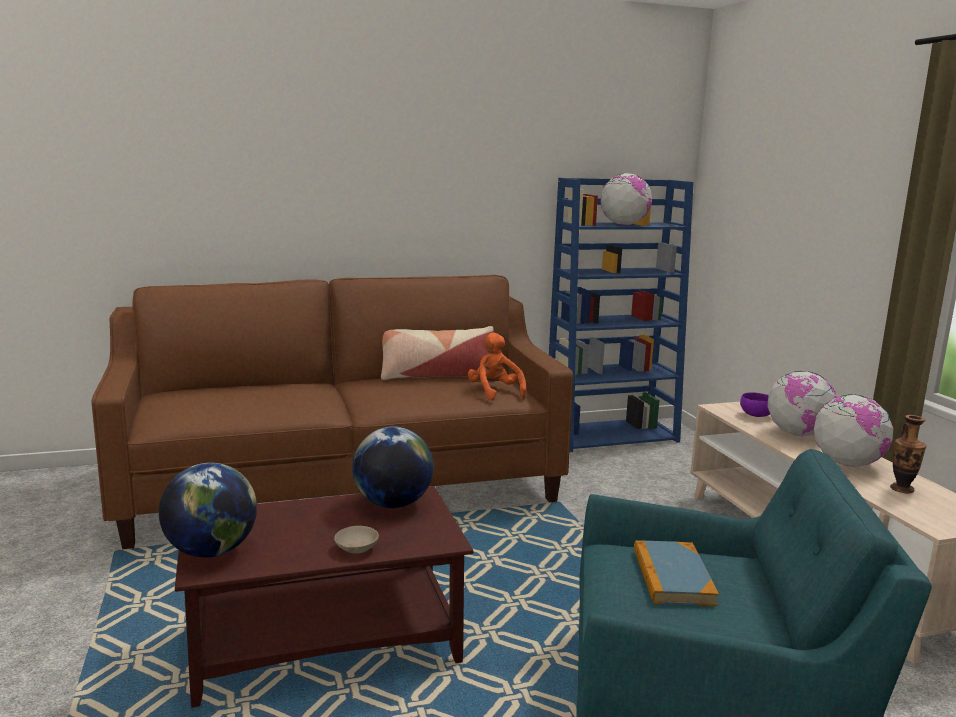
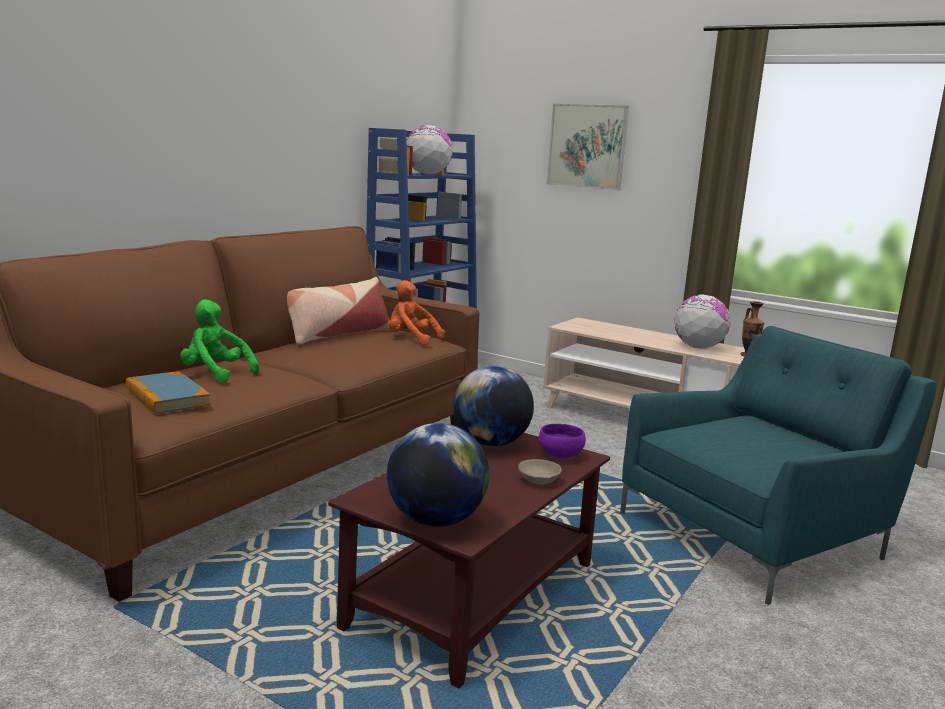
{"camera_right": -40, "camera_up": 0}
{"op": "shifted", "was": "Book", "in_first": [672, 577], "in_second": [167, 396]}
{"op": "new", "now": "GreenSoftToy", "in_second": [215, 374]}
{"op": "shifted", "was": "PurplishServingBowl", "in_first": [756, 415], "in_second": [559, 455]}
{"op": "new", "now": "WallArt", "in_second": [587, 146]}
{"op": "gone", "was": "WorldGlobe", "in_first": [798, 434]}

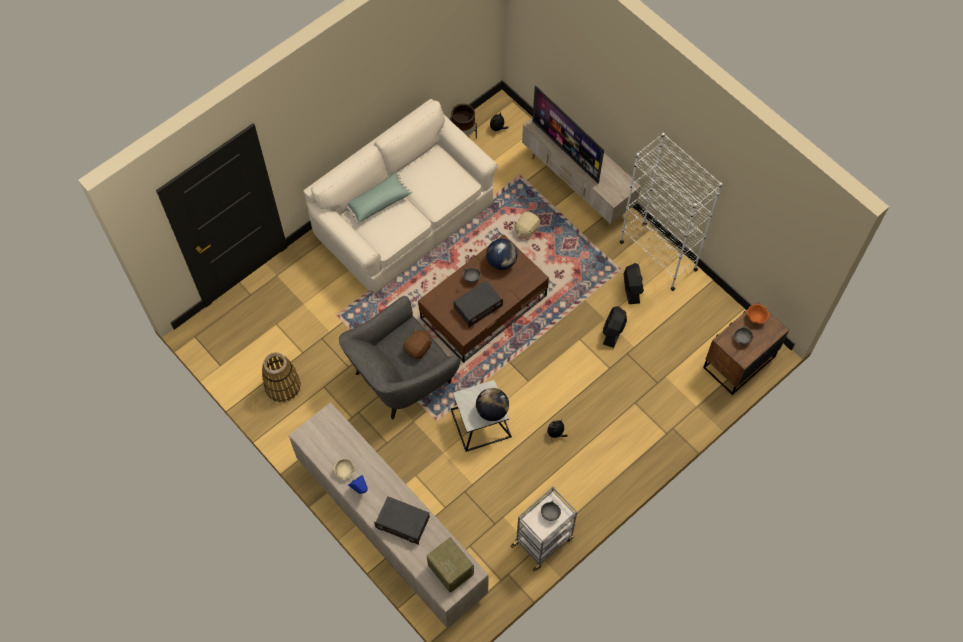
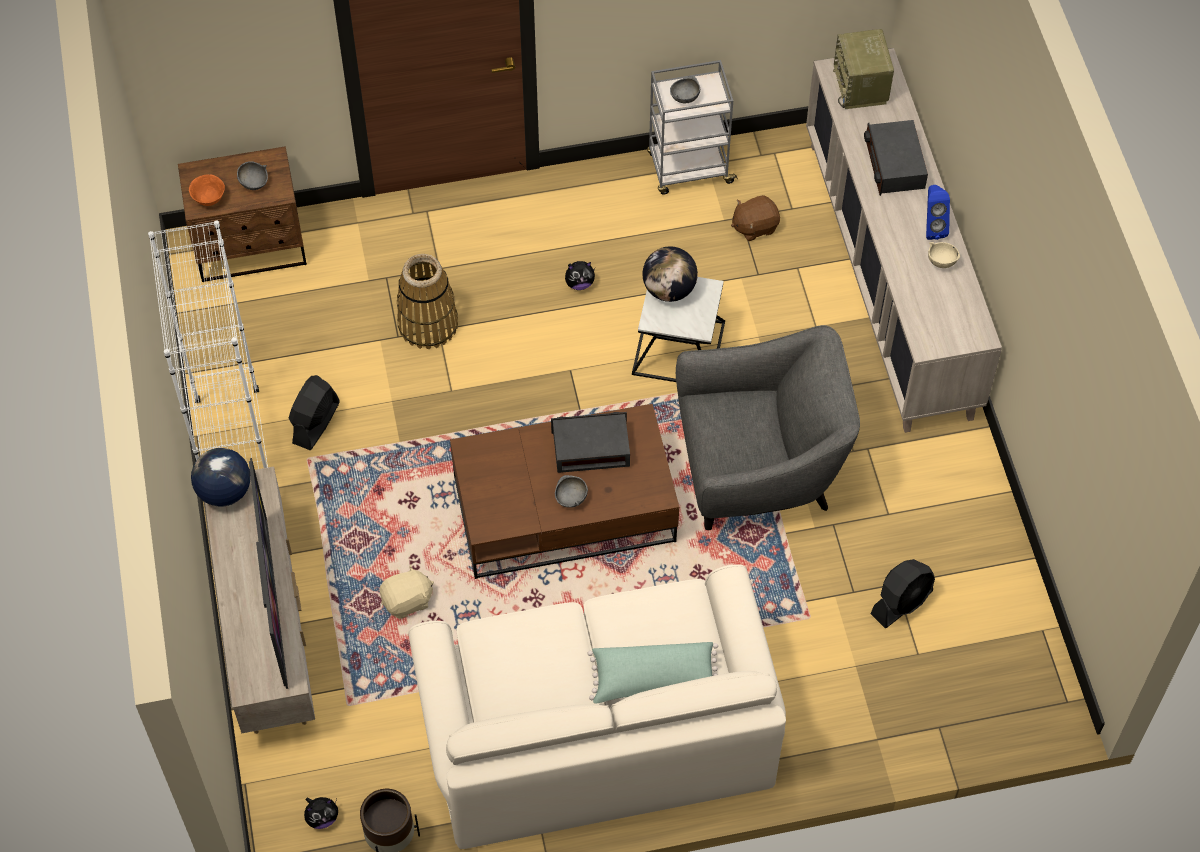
{"camera_right": -150, "camera_up": -5}
{"op": "shifted", "was": "WorldGlobe", "in_first": [501, 261], "in_second": [224, 491]}
{"op": "shifted", "was": "Basket", "in_first": [282, 385], "in_second": [428, 324]}
{"op": "shifted", "was": "BrownishSoftToy", "in_first": [418, 348], "in_second": [754, 226]}
{"op": "rotated", "was": "RadioSet", "in_first": [402, 523], "in_second": [894, 164], "clockwise": -150}
{"op": "shifted", "was": "BlackishFan", "in_first": [613, 331], "in_second": [902, 602]}

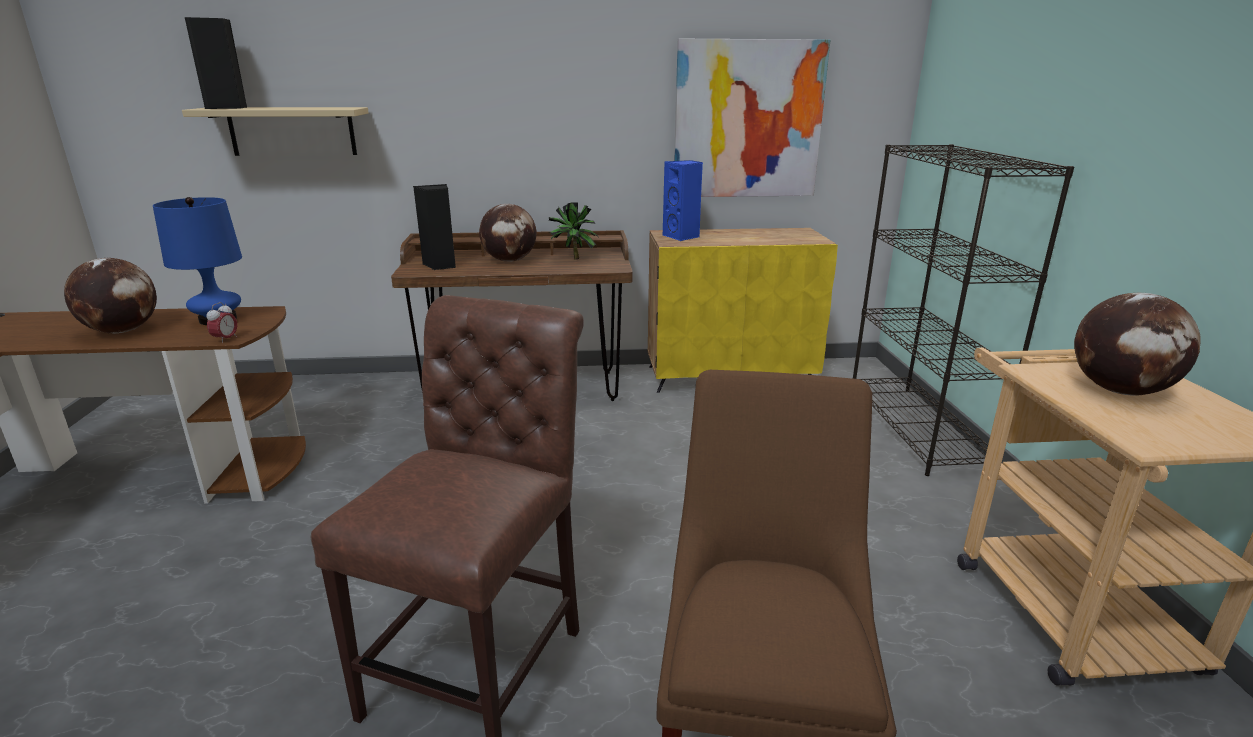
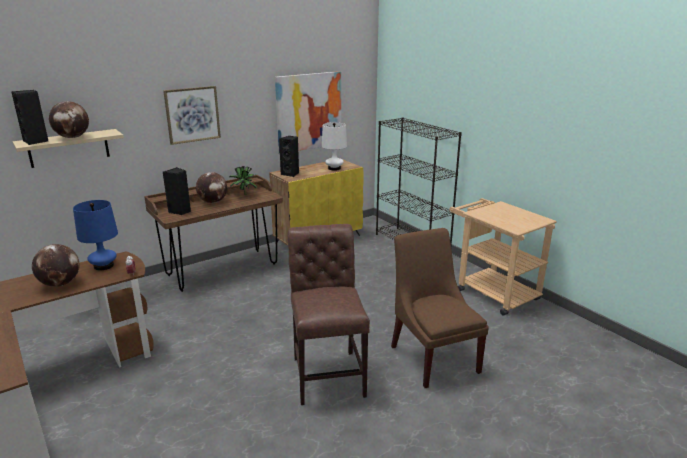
{"camera_right": -30, "camera_up": 0}
{"op": "shifted", "was": "WorldGlobe", "in_first": [1120, 391], "in_second": [73, 137]}
{"op": "new", "now": "WallArt", "in_second": [192, 114]}
{"op": "repainted", "was": "BluishLoudspeaker", "now": "BlackishLoudspeaker", "in_first": [682, 237], "in_second": [291, 174]}
{"op": "new", "now": "WhiteTabletopLamp", "in_second": [334, 168]}

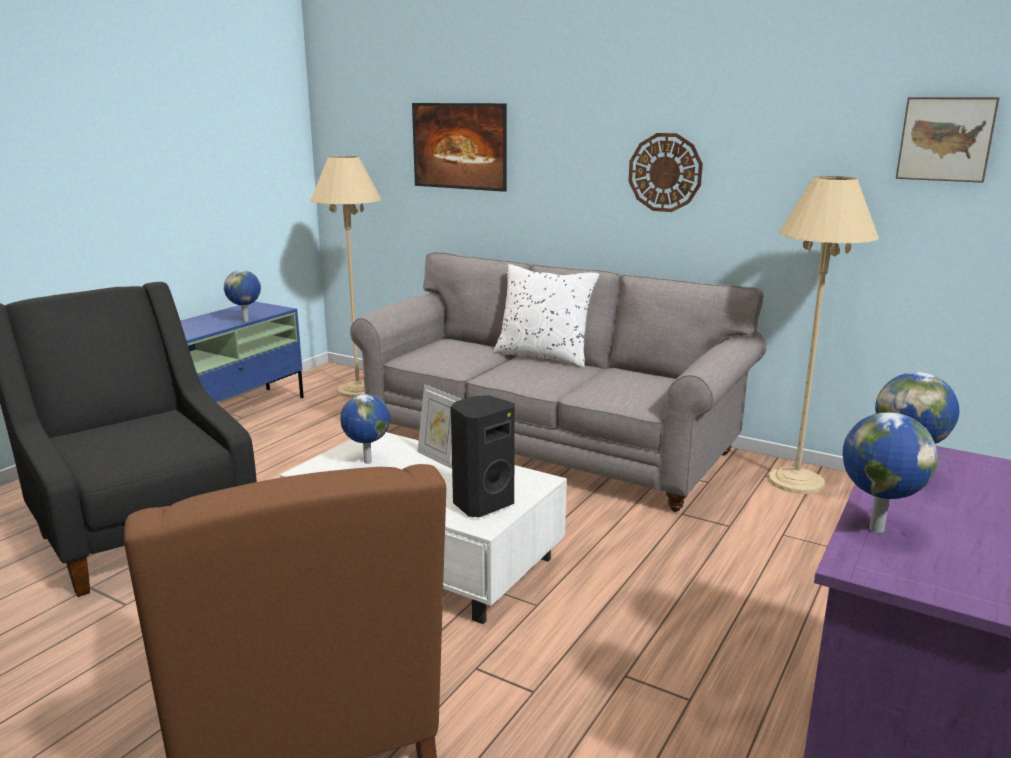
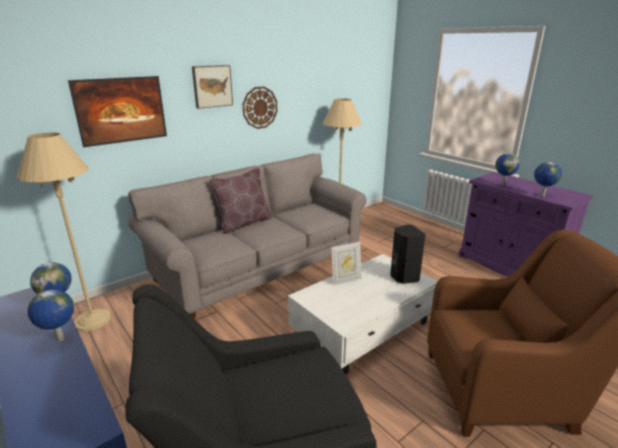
{"camera_right": -70, "camera_up": 5}
{"op": "shifted", "was": "WorldGlobe", "in_first": [366, 462], "in_second": [60, 340]}
{"op": "shifted", "was": "WallArt", "in_first": [946, 139], "in_second": [212, 86]}
{"op": "repainted", "was": "WhiteCushion", "now": "BrownishCushion", "in_first": [544, 356], "in_second": [243, 223]}

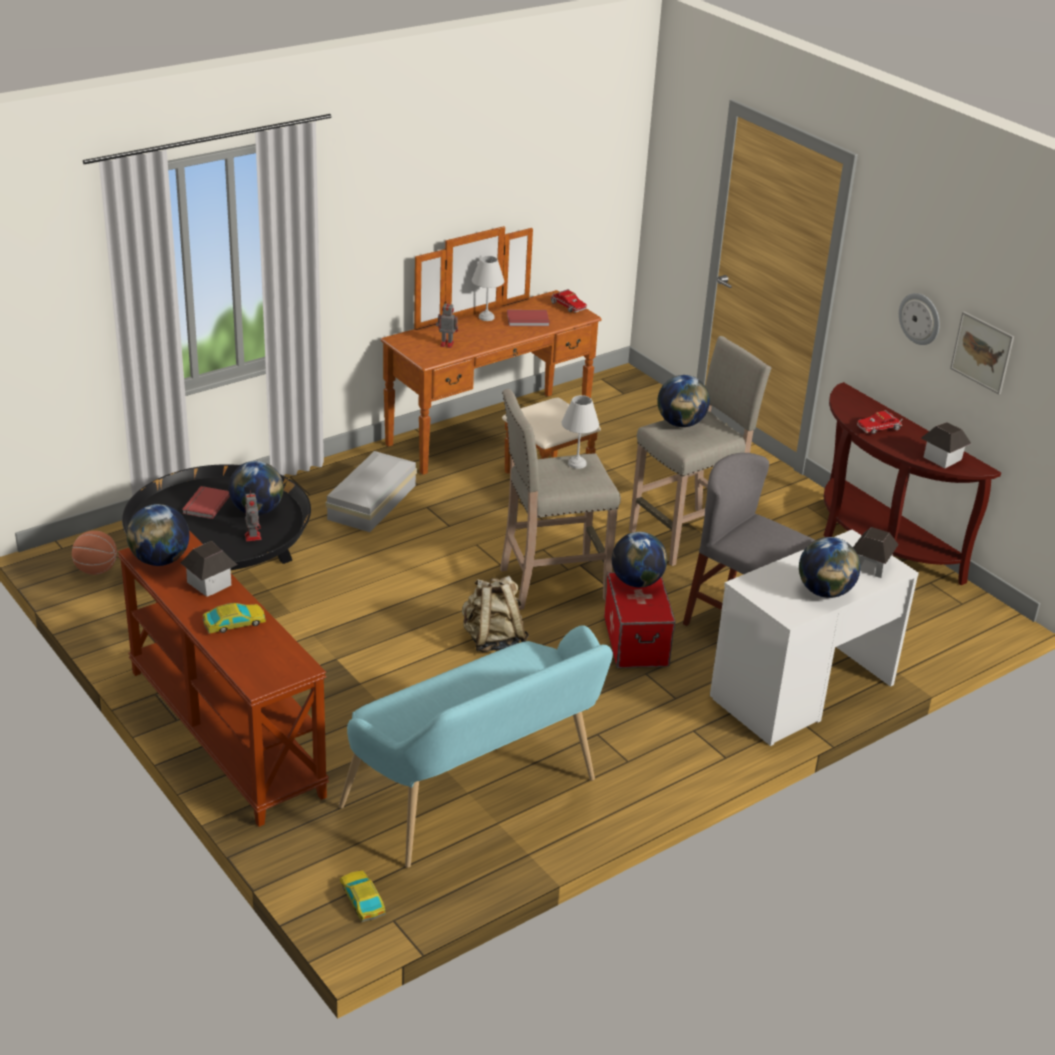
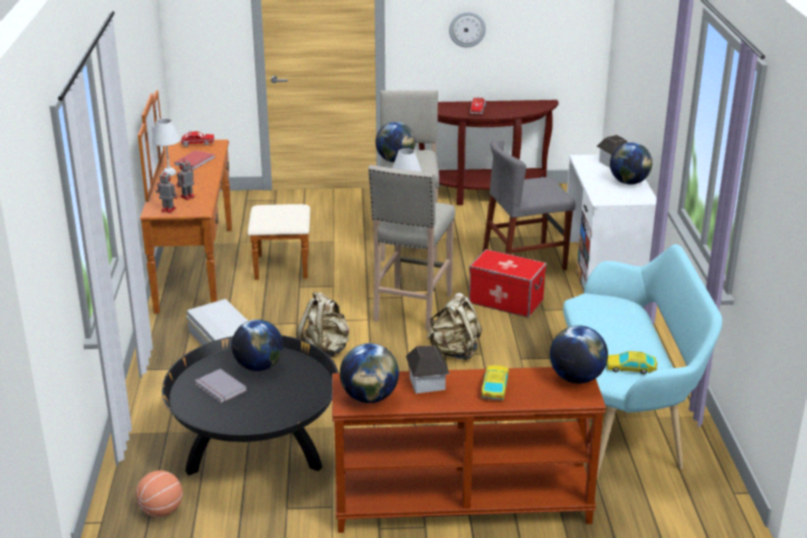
{"camera_right": -55, "camera_up": -5}
{"op": "shifted", "was": "ModelRobot", "in_first": [252, 536], "in_second": [167, 210]}
{"op": "repainted", "was": "ReddishBook", "now": "GrayBook", "in_first": [205, 504], "in_second": [219, 388]}
{"op": "new", "now": "BeigeColouredKnapsack", "in_second": [326, 349]}
{"op": "shifted", "was": "WorldGlobe", "in_first": [637, 582], "in_second": [576, 378]}
{"op": "shifted", "was": "ModelCar", "in_first": [362, 900], "in_second": [631, 368]}
{"op": "gone", "was": "ToyHouse", "in_first": [942, 458]}
{"op": "gone", "was": "WallArt", "in_first": [982, 352]}

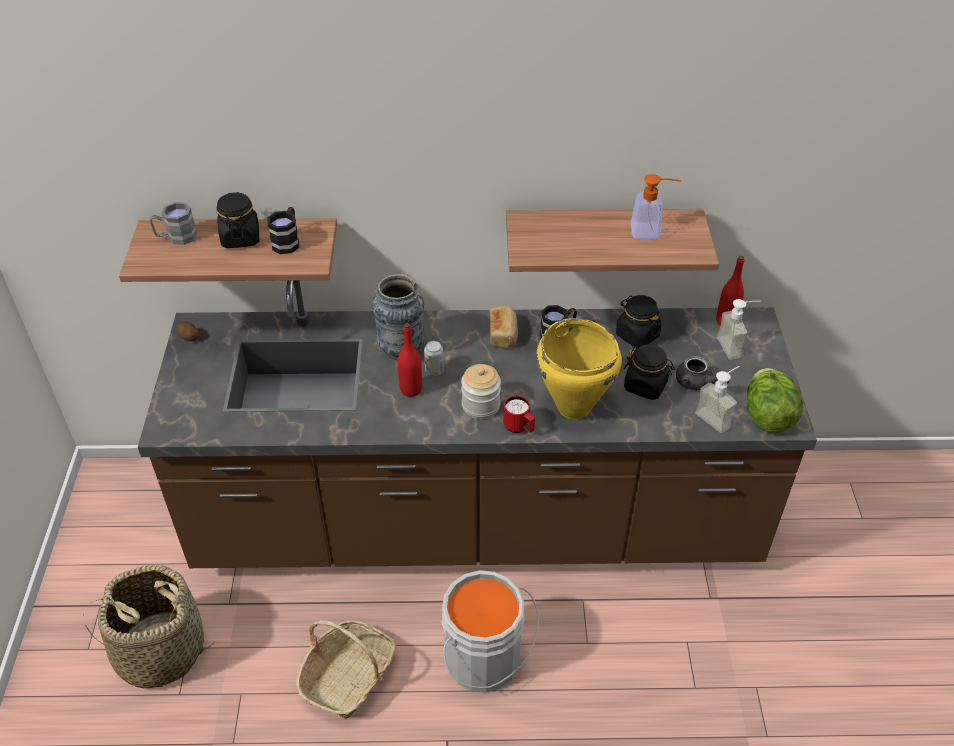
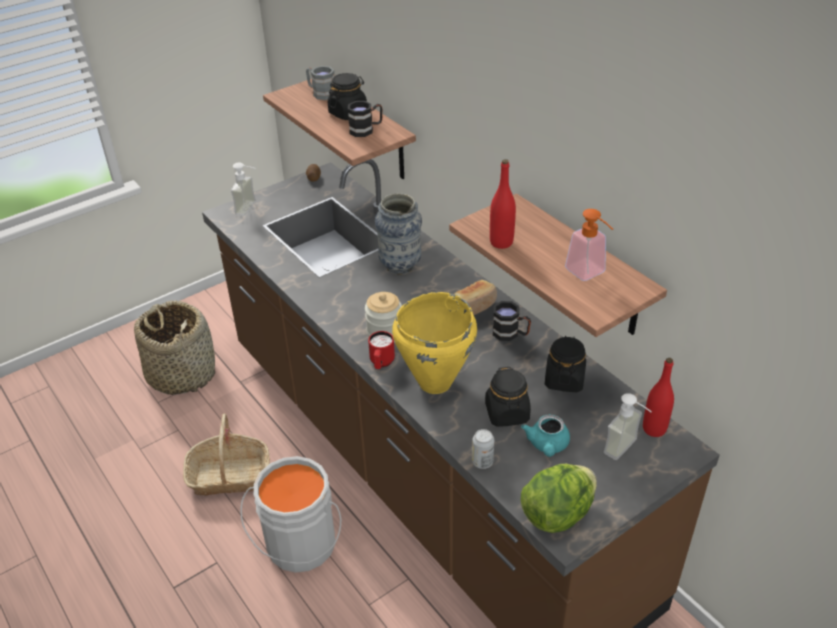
{"camera_right": 55, "camera_up": -5}
{"op": "shifted", "was": "SoapBottle", "in_first": [717, 417], "in_second": [251, 209]}
{"op": "shifted", "was": "MetalCan", "in_first": [434, 371], "in_second": [482, 462]}
{"op": "shifted", "was": "ReddishBeverageBottle", "in_first": [411, 389], "in_second": [501, 242]}
{"op": "repainted", "was": "GrayTeaPot", "now": "TurquoiseColouredTeaPot", "in_first": [697, 383], "in_second": [547, 445]}

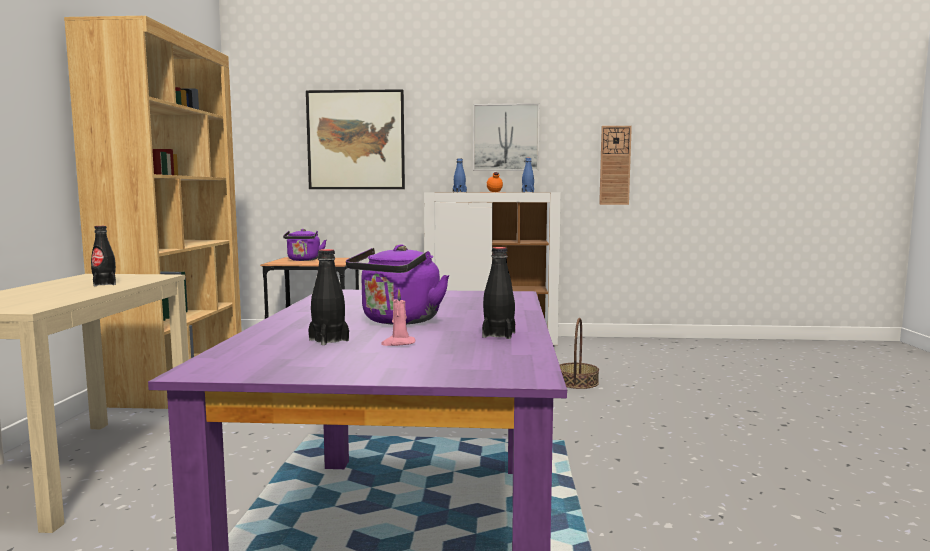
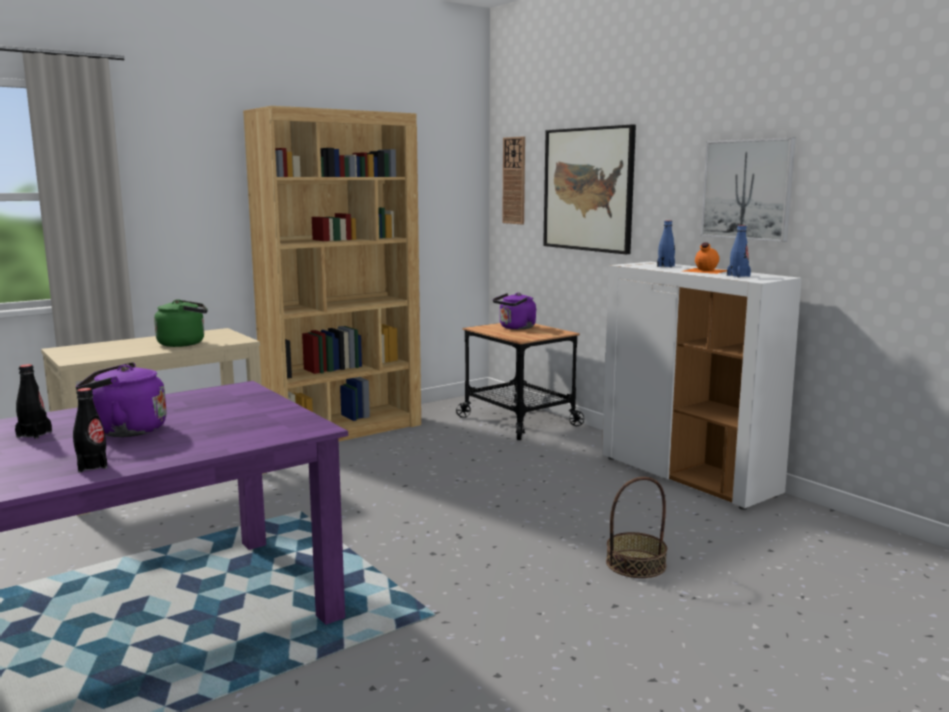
{"camera_right": 50, "camera_up": 5}
{"op": "swapped", "was": "BlackishBeverageBottle", "now": "GreenTeaKettle", "in_first": [104, 284], "in_second": [184, 343]}
{"op": "shifted", "was": "ClockOnTheWall", "in_first": [615, 165], "in_second": [514, 180]}
{"op": "gone", "was": "PinkCandle", "in_first": [398, 343]}

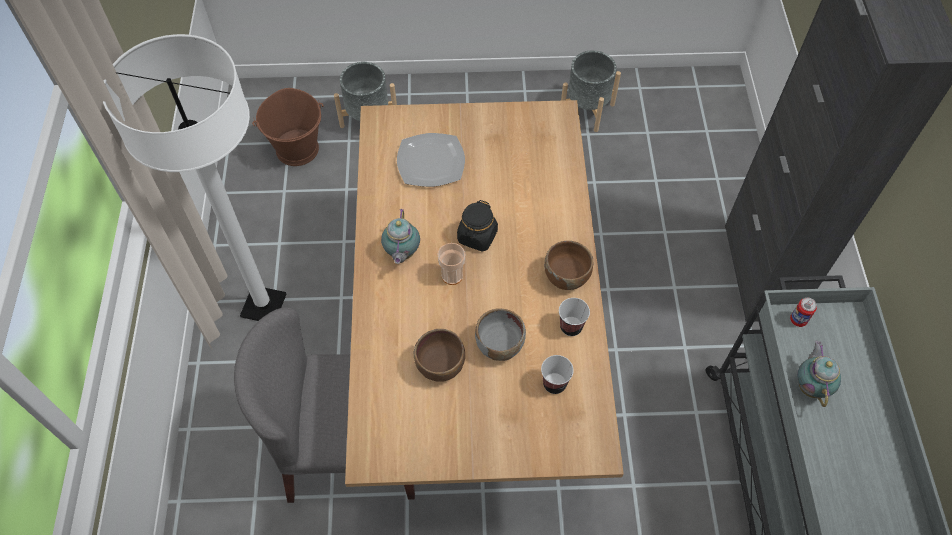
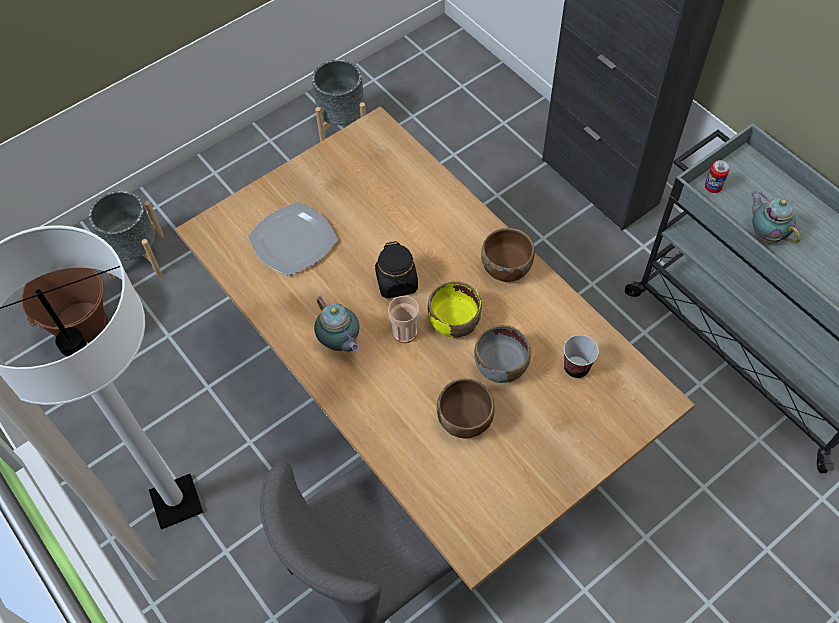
{"camera_right": -35, "camera_up": 0}
{"op": "new", "now": "YellowishServingBowl", "in_second": [454, 322]}
{"op": "gone", "was": "DrinkingCup", "in_first": [571, 327]}

